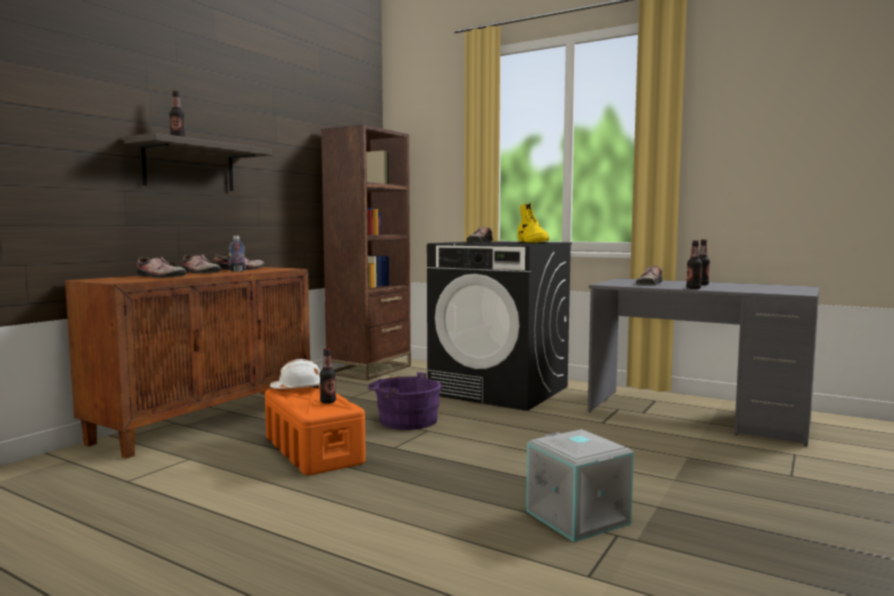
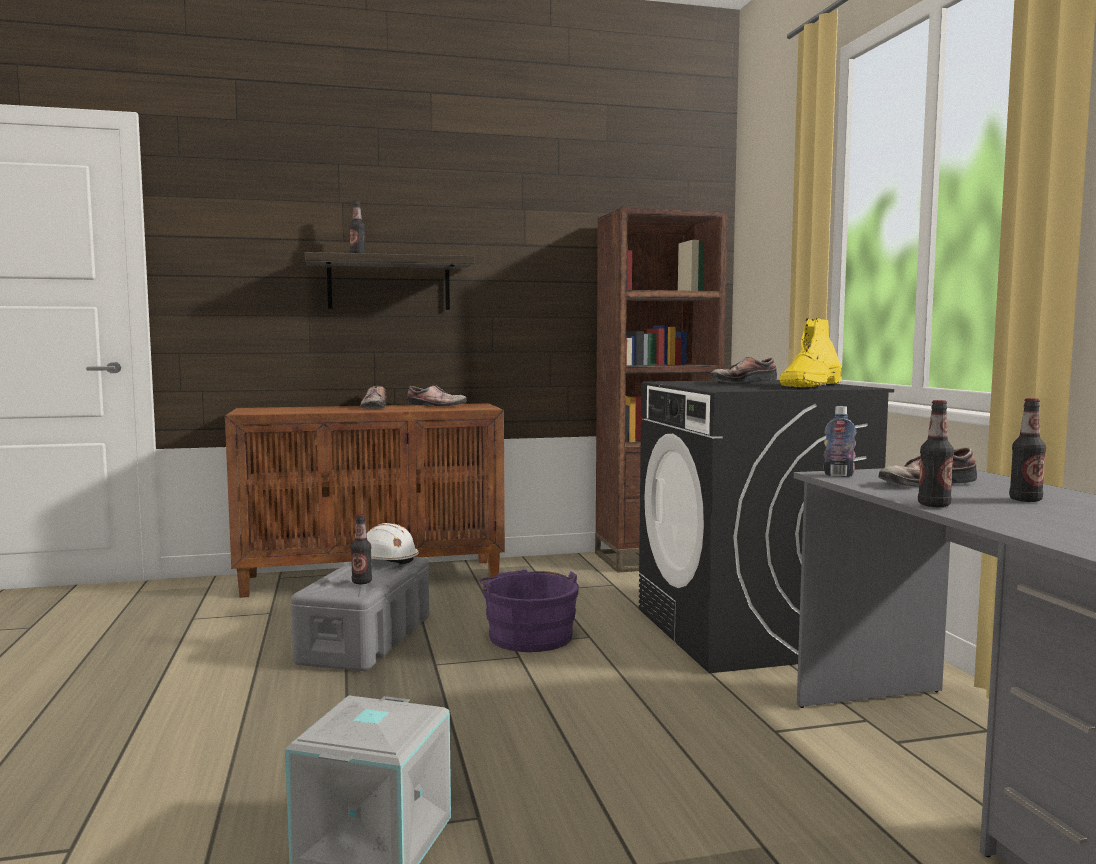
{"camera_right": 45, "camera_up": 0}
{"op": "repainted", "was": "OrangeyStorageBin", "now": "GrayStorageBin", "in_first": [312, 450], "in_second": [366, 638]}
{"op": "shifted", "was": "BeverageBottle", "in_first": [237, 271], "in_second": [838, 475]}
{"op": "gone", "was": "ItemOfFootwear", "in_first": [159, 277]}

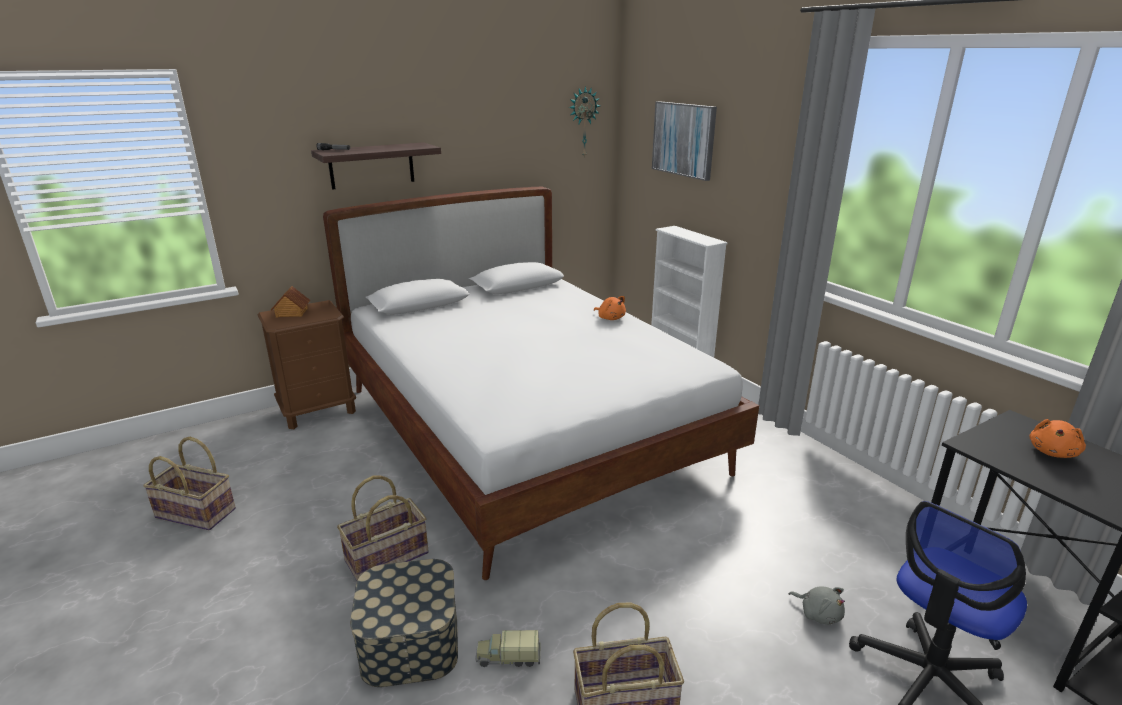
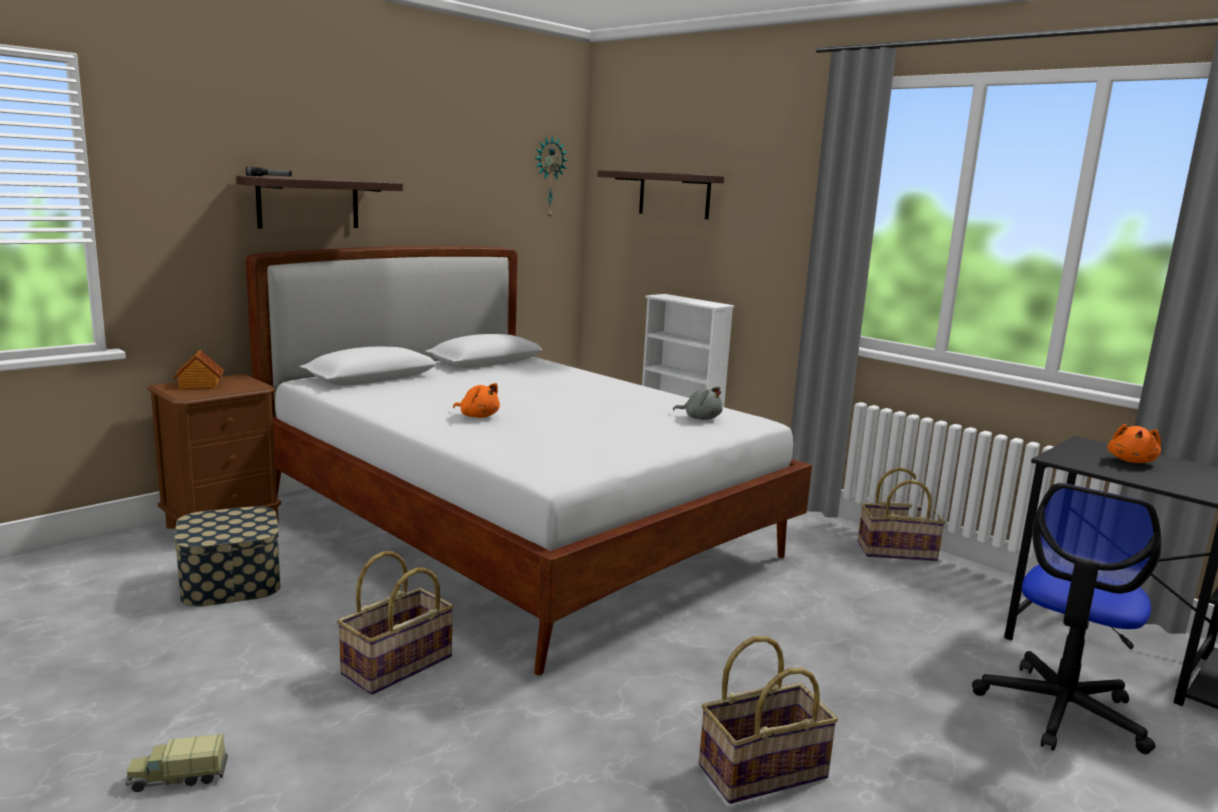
{"camera_right": -15, "camera_up": -10}
{"op": "shifted", "was": "ToyLorry", "in_first": [508, 657], "in_second": [177, 777]}
{"op": "shifted", "was": "StorageBin", "in_first": [410, 643], "in_second": [230, 581]}
{"op": "shifted", "was": "OrangeySoftToy", "in_first": [610, 318], "in_second": [478, 416]}
{"op": "swapped", "was": "WallArt", "now": "BracketShelf", "in_first": [684, 139], "in_second": [674, 195]}
{"op": "shifted", "was": "GraySoftToy", "in_first": [818, 613], "in_second": [700, 418]}
{"op": "shifted", "was": "Basket", "in_first": [197, 512], "in_second": [896, 551]}

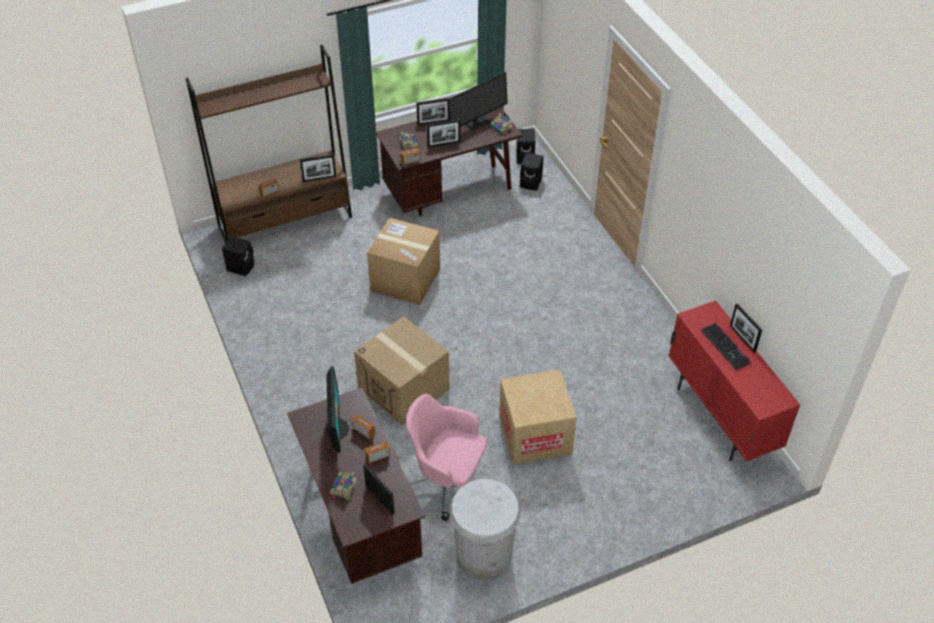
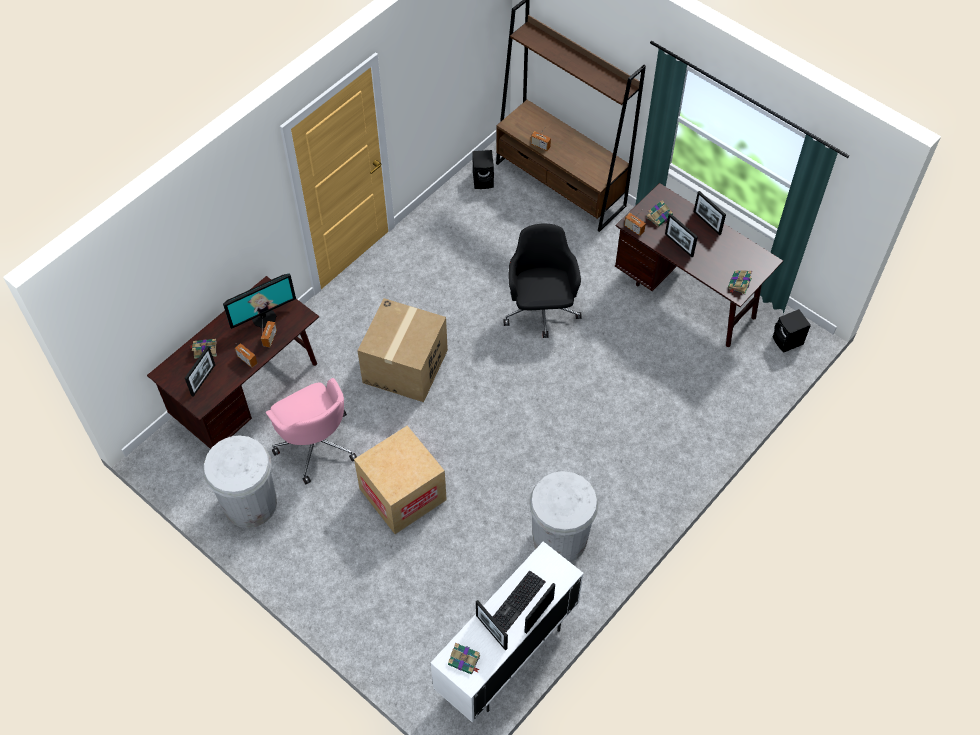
{"camera_right": 65, "camera_up": 10}
{"op": "rotated", "was": "PinkDeskChair", "in_first": [447, 482], "in_second": [316, 444], "clockwise": 150}
{"op": "repainted", "was": "ReddishStorageCabinet", "now": "WhiteStorageCabinet", "in_first": [720, 418], "in_second": [507, 656]}
{"op": "new", "now": "Book", "in_second": [465, 660]}
{"op": "shifted", "was": "PhotoFrame", "in_first": [319, 178], "in_second": [491, 632]}
{"op": "swapped", "was": "PackingBox", "now": "BlackishDeskChair", "in_first": [405, 280], "in_second": [541, 310]}
{"op": "new", "now": "WhiteTrashCan", "in_second": [560, 539]}
{"op": "gone", "was": "ComputerDisplay", "in_first": [475, 121]}
{"op": "gone", "was": "BlackishLoudspeaker", "in_first": [531, 183]}

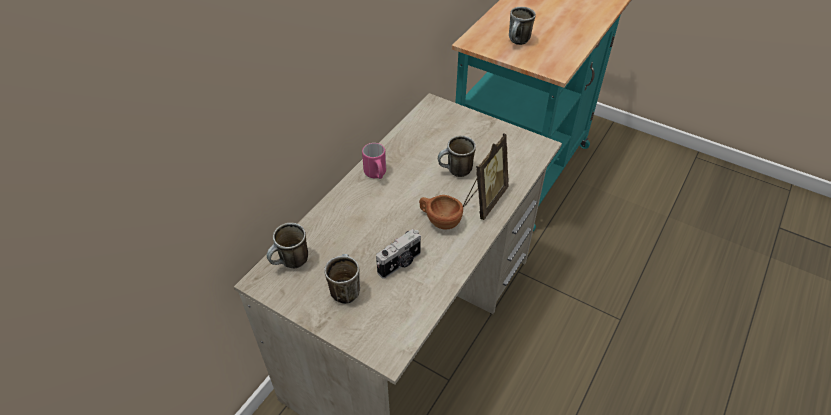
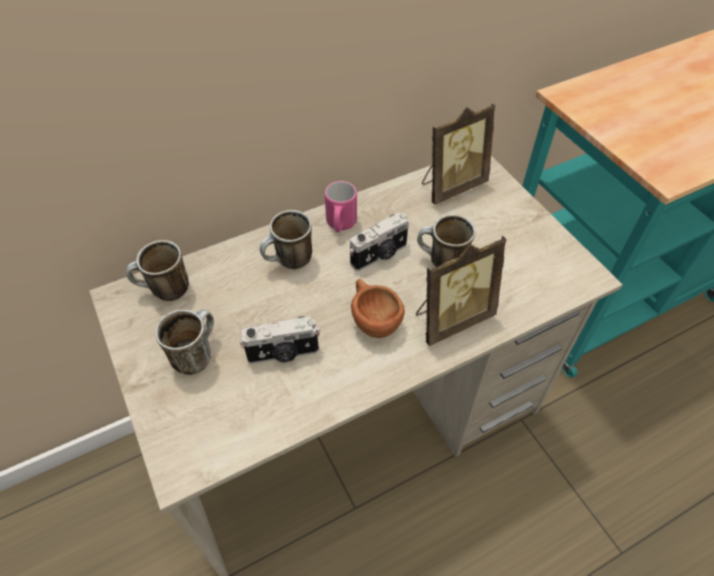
{"camera_right": 30, "camera_up": 5}
{"op": "shifted", "was": "CoffeeMug", "in_first": [518, 42], "in_second": [289, 263]}
{"op": "new", "now": "StillCamera", "in_second": [380, 255]}
{"op": "new", "now": "PhotoFrame", "in_second": [451, 186]}

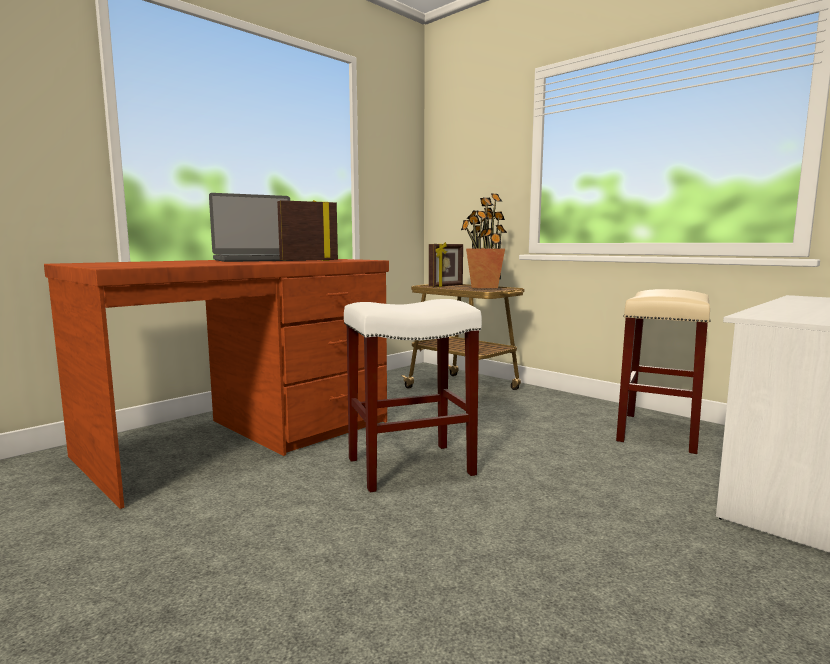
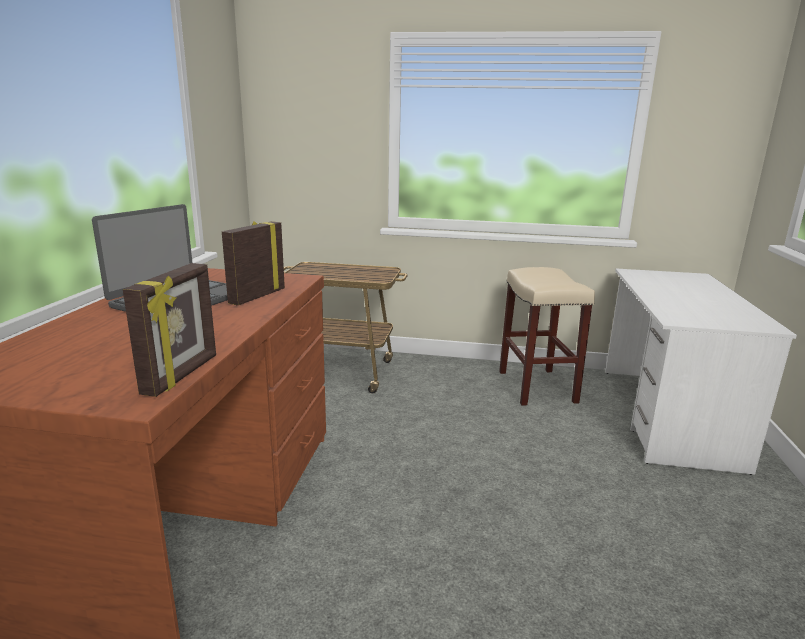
{"camera_right": -35, "camera_up": 10}
{"op": "shifted", "was": "PhotoFrame", "in_first": [446, 286], "in_second": [182, 375]}
{"op": "gone", "was": "WhiteStool", "in_first": [409, 467]}
{"op": "gone", "was": "PottedPlant", "in_first": [483, 287]}

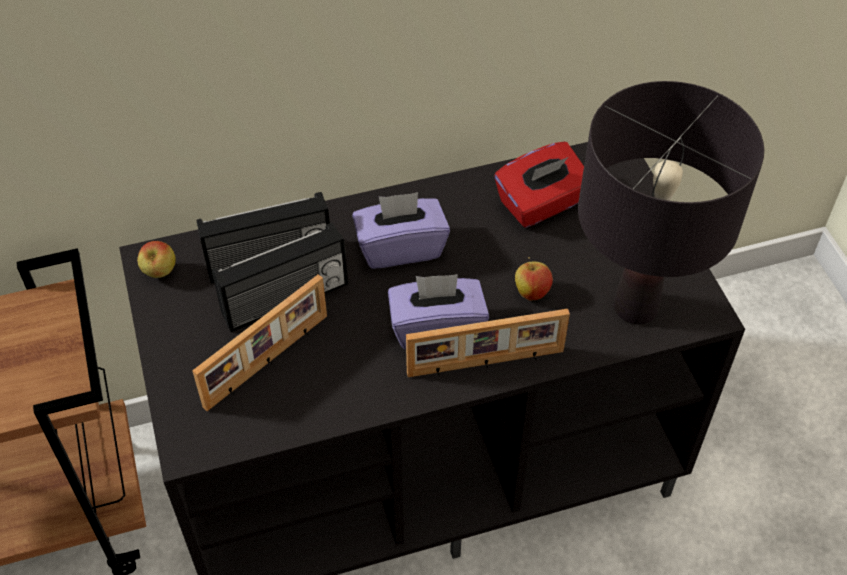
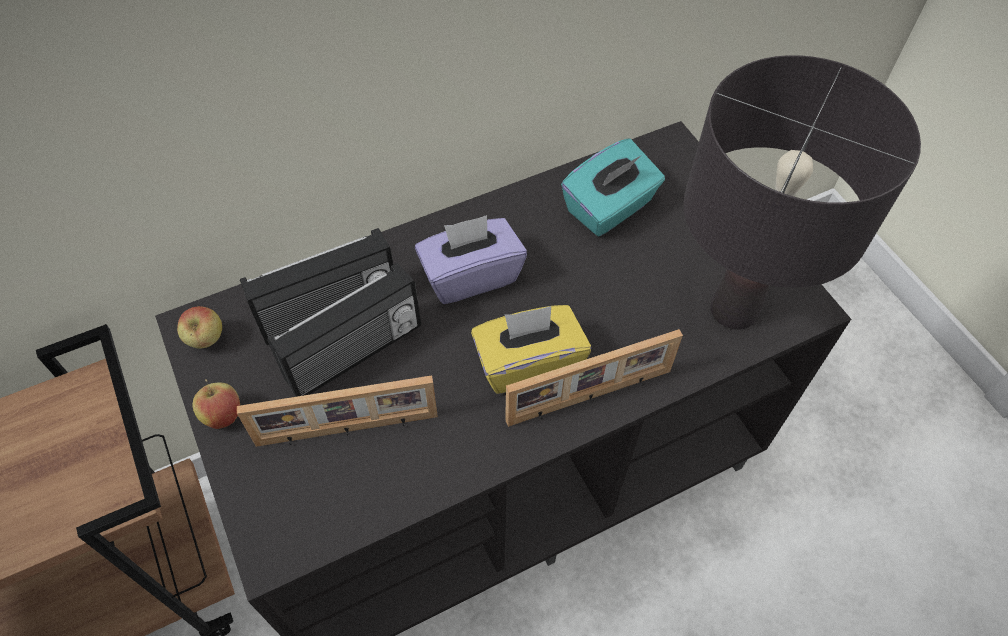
{"camera_right": -10, "camera_up": 5}
{"op": "shifted", "was": "AppleFruit", "in_first": [531, 292], "in_second": [223, 415]}
{"op": "rotated", "was": "PhotoFrame", "in_first": [268, 362], "in_second": [347, 430], "clockwise": 45}
{"op": "repainted", "was": "PurplishBoxOfTissues", "now": "YellowishBoxOfTissues", "in_first": [436, 328], "in_second": [528, 363]}
{"op": "repainted", "was": "ReddishBoxOfTissues", "now": "TurquoiseColouredBoxOfTissues", "in_first": [541, 204], "in_second": [609, 208]}

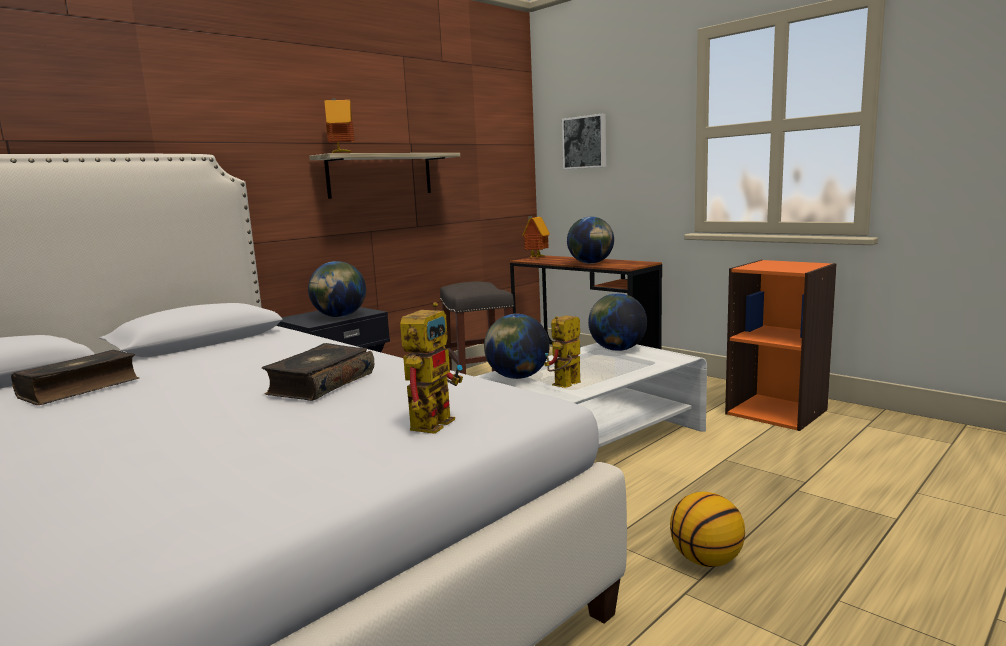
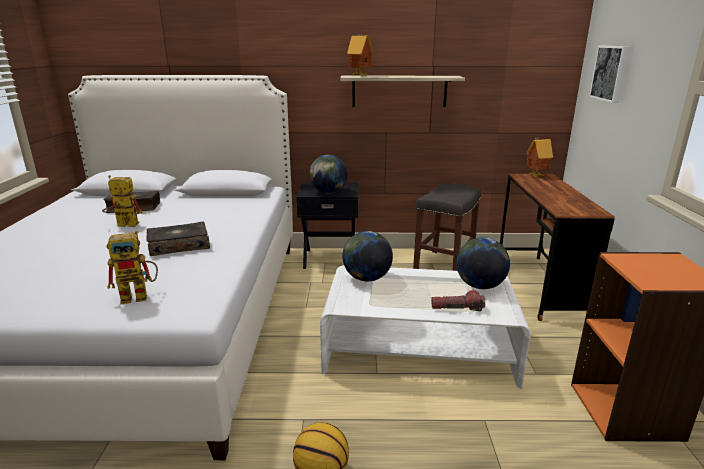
{"camera_right": 45, "camera_up": 10}
{"op": "shifted", "was": "ModelRobot", "in_first": [564, 386], "in_second": [123, 225]}
{"op": "new", "now": "HandTorch", "in_second": [457, 308]}
{"op": "gone", "was": "WorldGlobe", "in_first": [591, 263]}

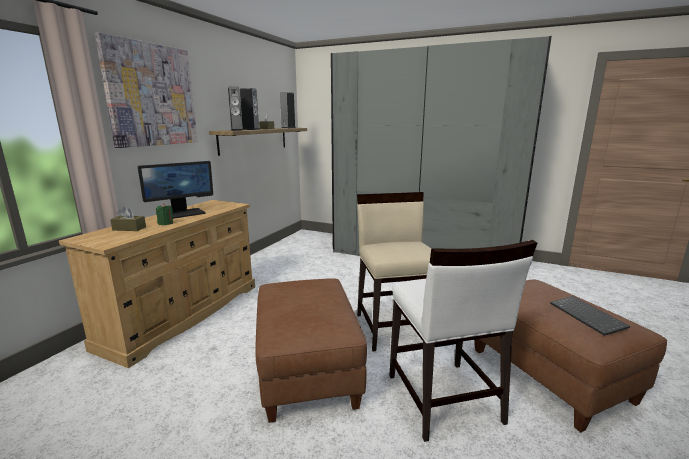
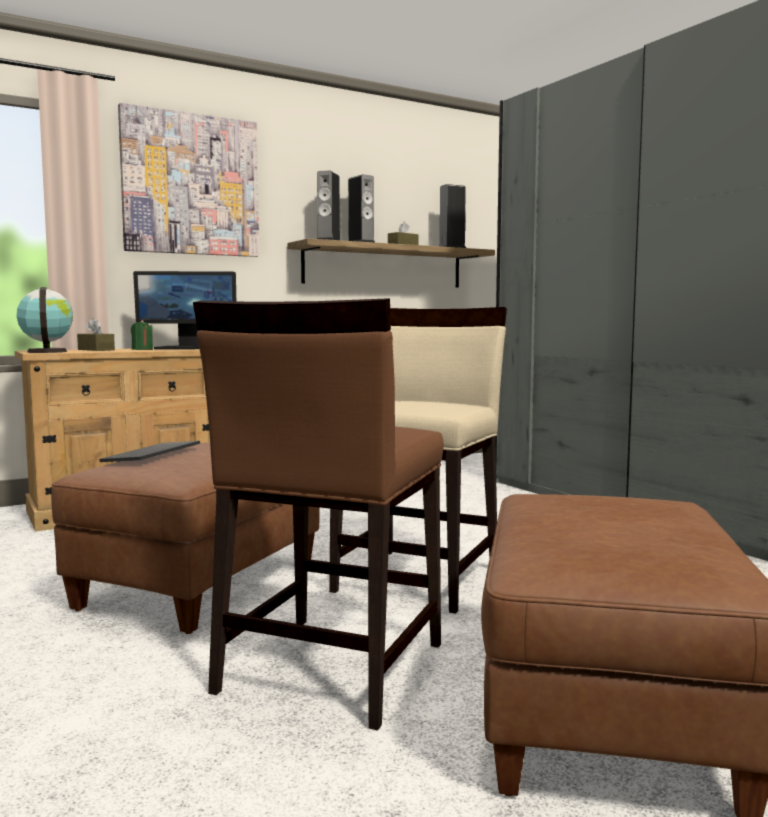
{"camera_right": 35, "camera_up": -10}
{"op": "new", "now": "WorldGlobe", "in_second": [46, 352]}
{"op": "shifted", "was": "ComputerKeyboard", "in_first": [588, 316], "in_second": [153, 455]}
{"op": "repainted", "was": "WhiteUprightChair", "now": "BrownishUprightChair", "in_first": [443, 399], "in_second": [329, 668]}

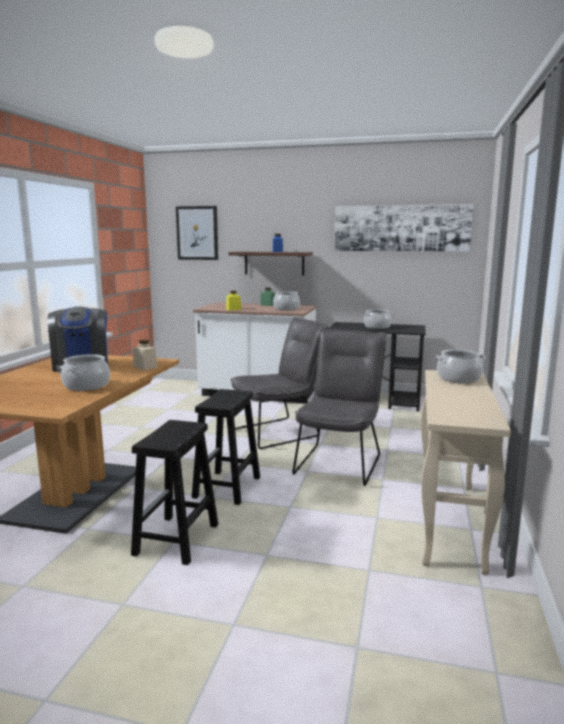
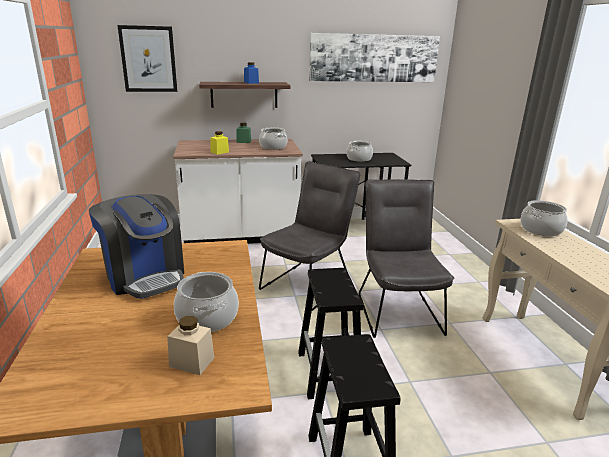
{"camera_right": -25, "camera_up": 10}
{"op": "shifted", "was": "BeigeColouredPreserveJar", "in_first": [145, 367], "in_second": [192, 362]}

